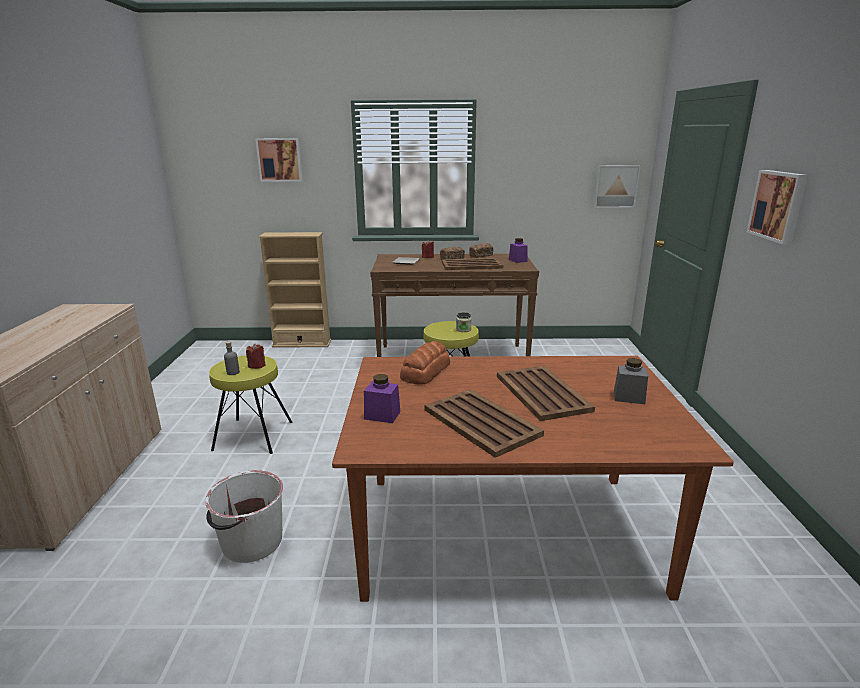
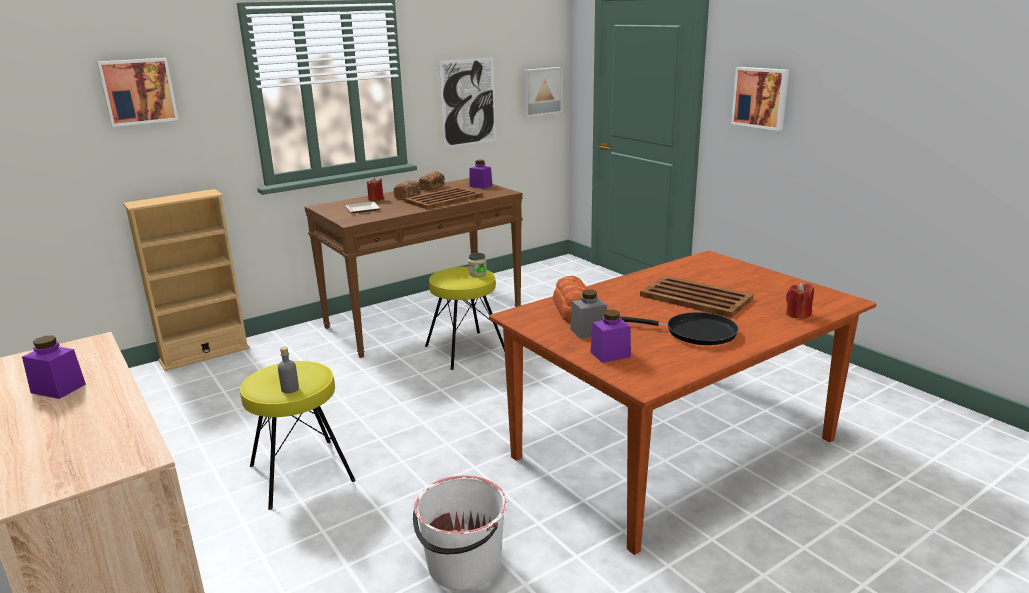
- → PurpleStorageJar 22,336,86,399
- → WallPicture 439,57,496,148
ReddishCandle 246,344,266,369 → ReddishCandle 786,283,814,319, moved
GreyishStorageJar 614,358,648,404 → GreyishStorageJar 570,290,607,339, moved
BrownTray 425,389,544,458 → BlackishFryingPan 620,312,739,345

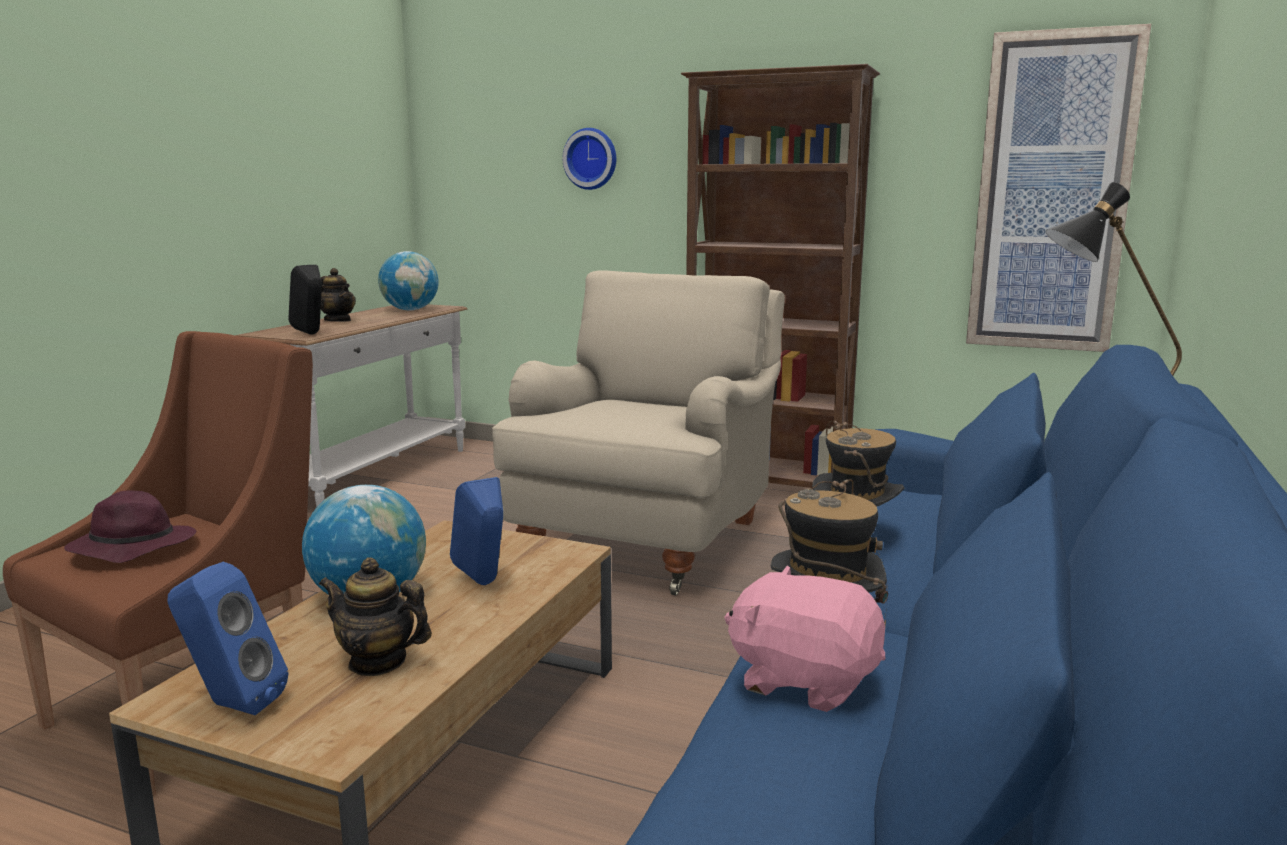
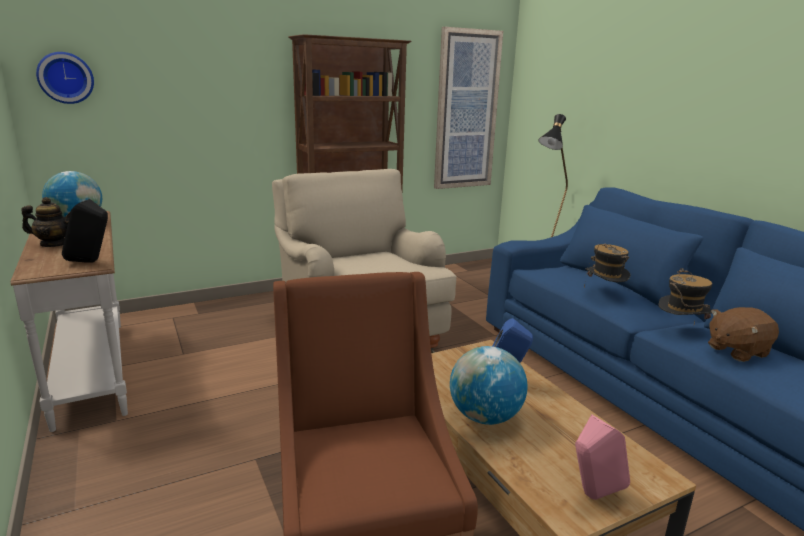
PurpleClothingHat 64,490,196,563 → -
TeaPot 319,557,432,676 → -
WallClock 562,128,616,190 → WallClock 36,52,94,104, moved
BluishSpeaker 167,562,288,715 → PinkSpeaker 575,414,630,500
PinkCuddlyToy 724,565,885,712 → BrownCuddlyToy 708,307,779,362

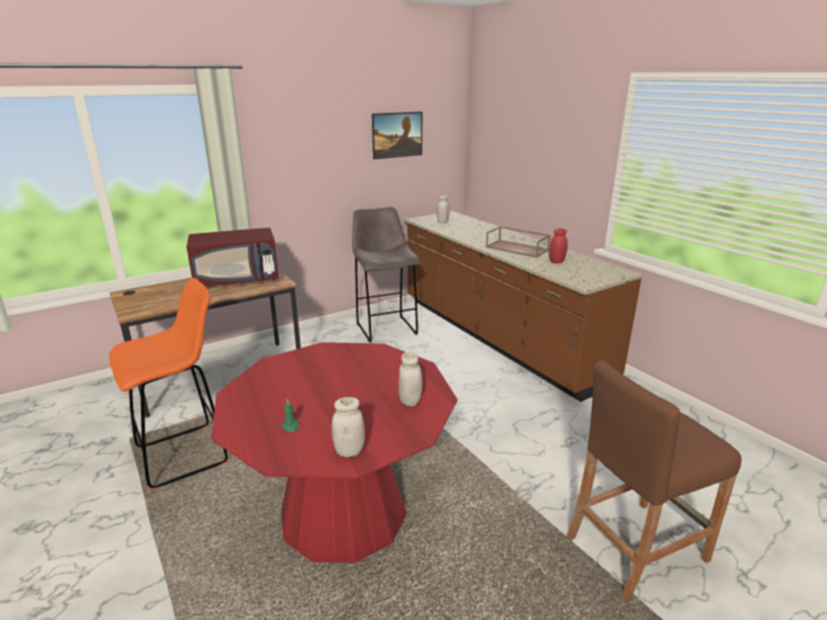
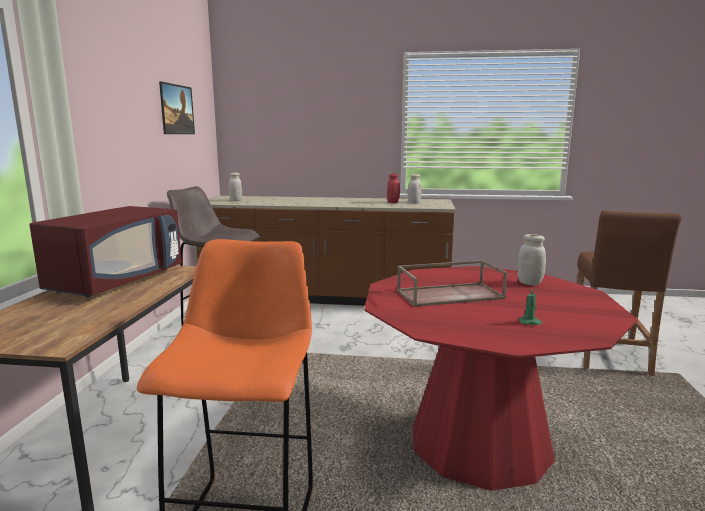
WhiteStorageJar 332,397,365,457 → WhiteStorageJar 408,174,421,204, moved
BrownTray 486,226,551,258 → BrownTray 397,260,507,307, moved

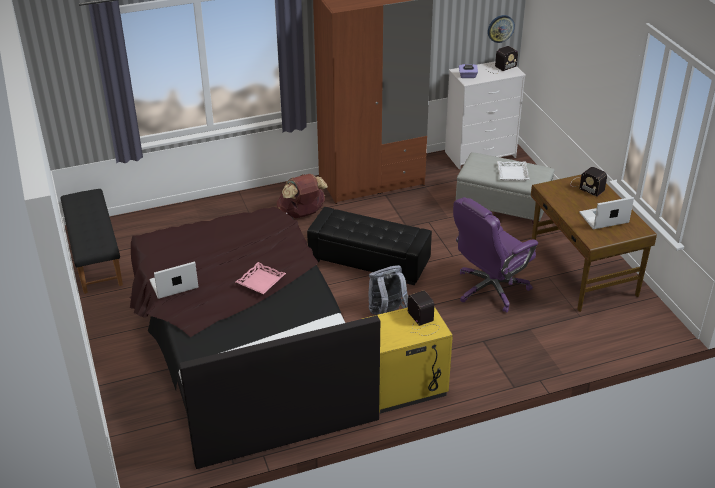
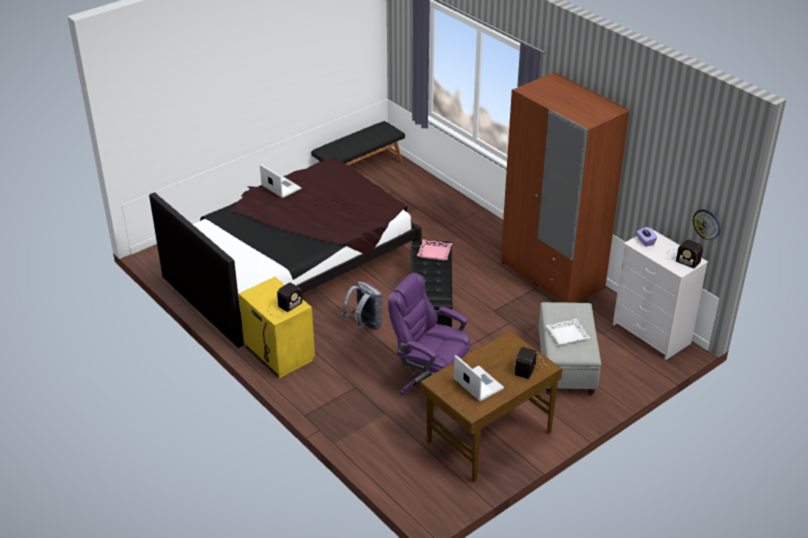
BrownKnapsack 277,174,328,218 → -
PinkTray 236,262,286,294 → PinkTray 417,240,452,261, moved

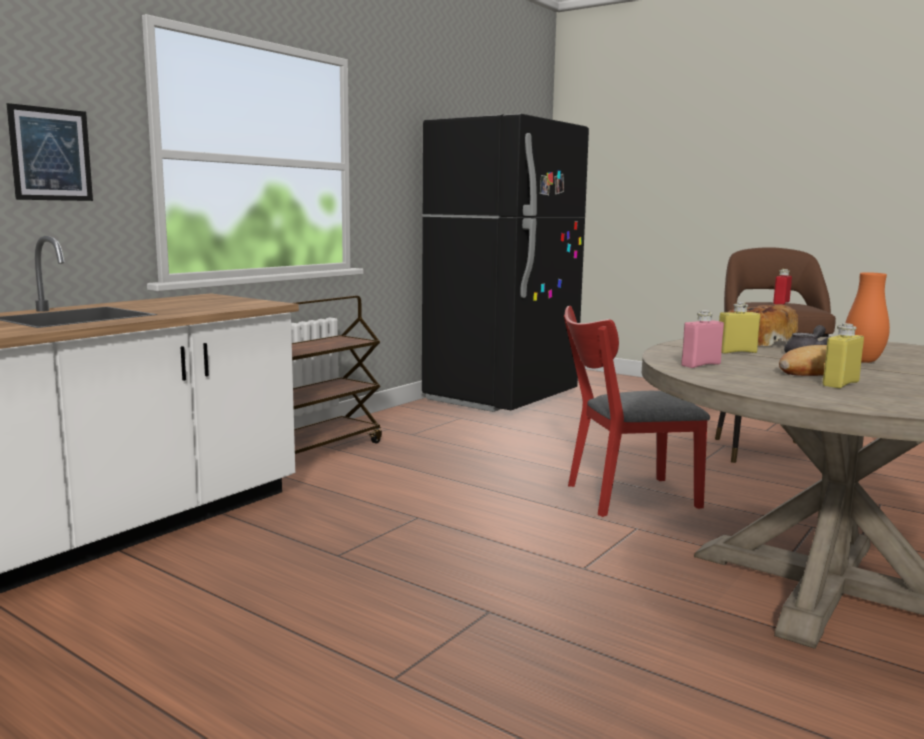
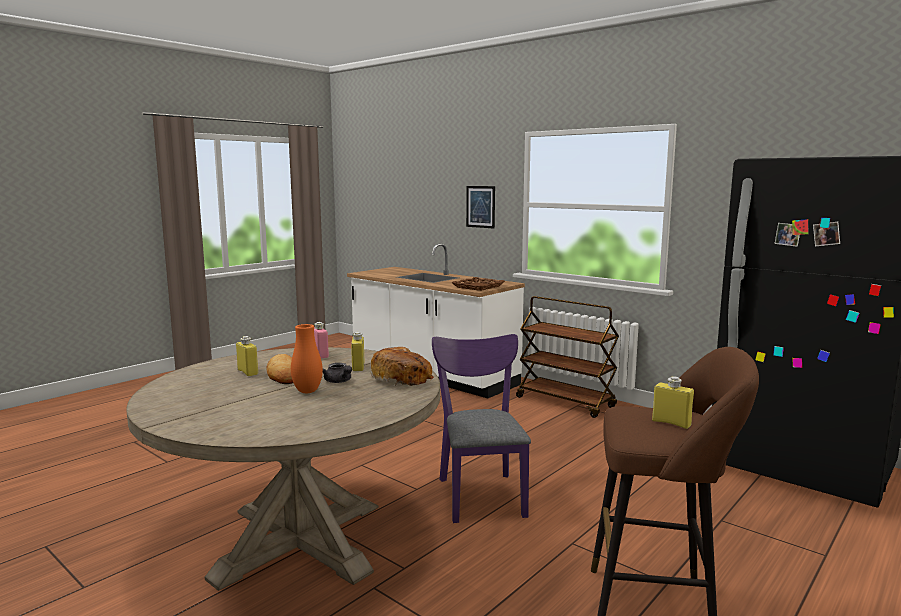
- → BrownTray 451,277,505,291
ReddishChair 564,306,710,517 → PurpleChair 432,334,531,523
ReddishBeverageBottle 773,269,792,304 → YellowishBeverageBottle 652,376,694,429

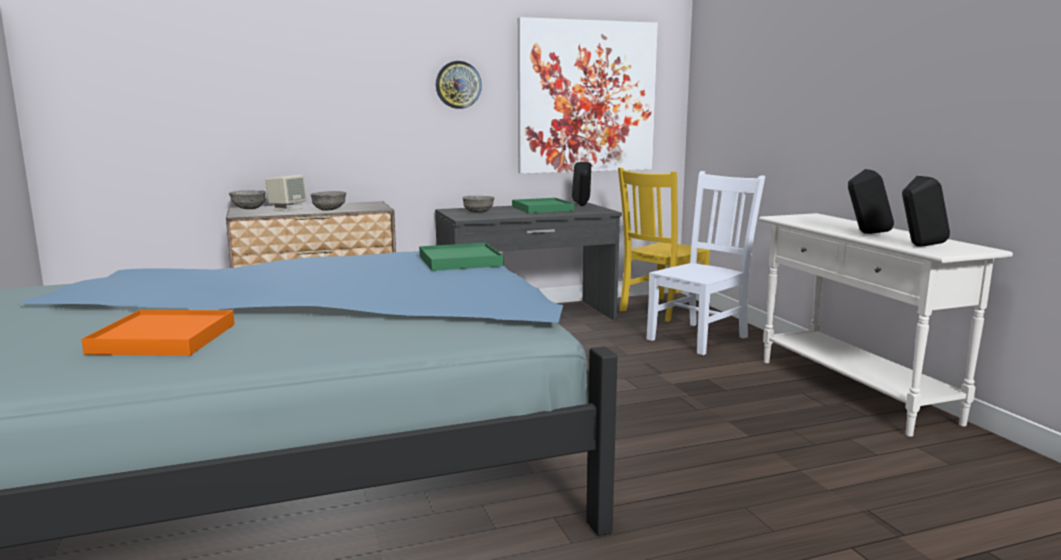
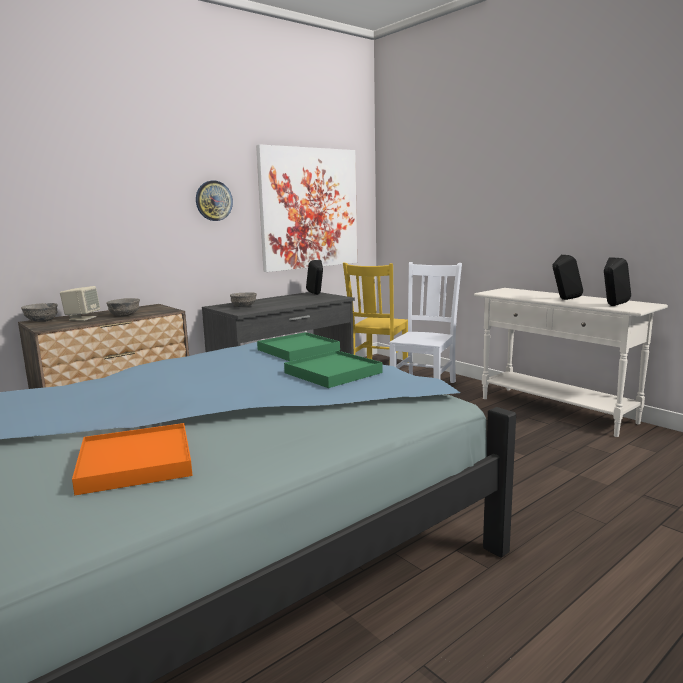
GreenishTray 512,198,574,213 → GreenishTray 284,350,383,388, moved

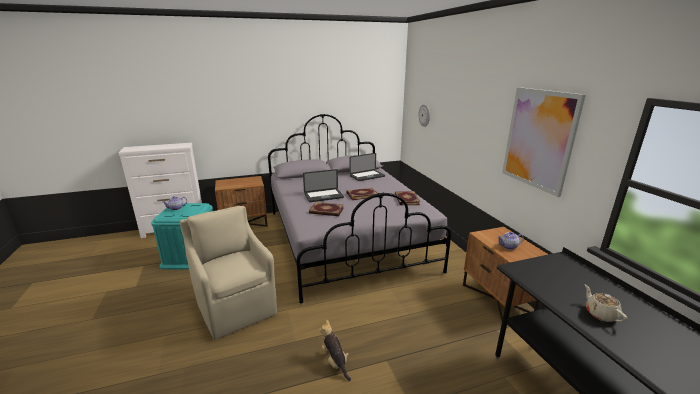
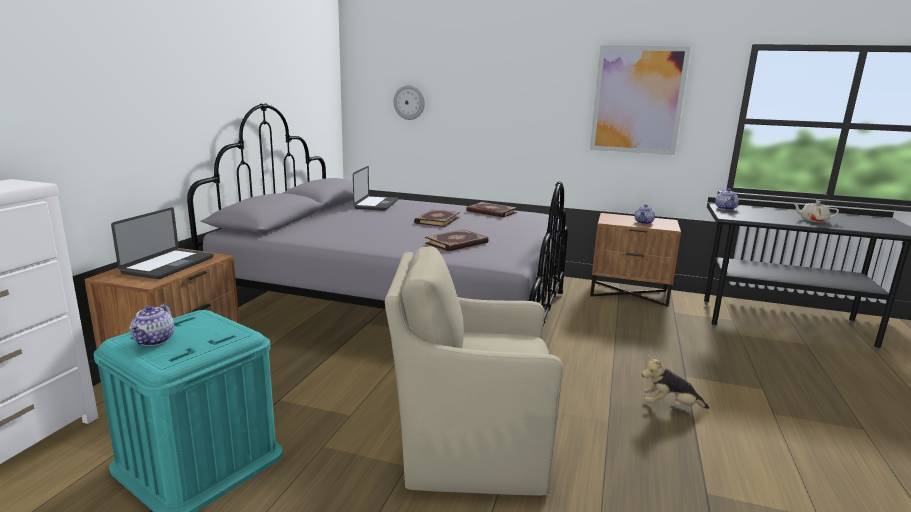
- → TeaPot 715,188,739,210
Laptop 303,169,344,202 → Laptop 111,207,214,279, moved

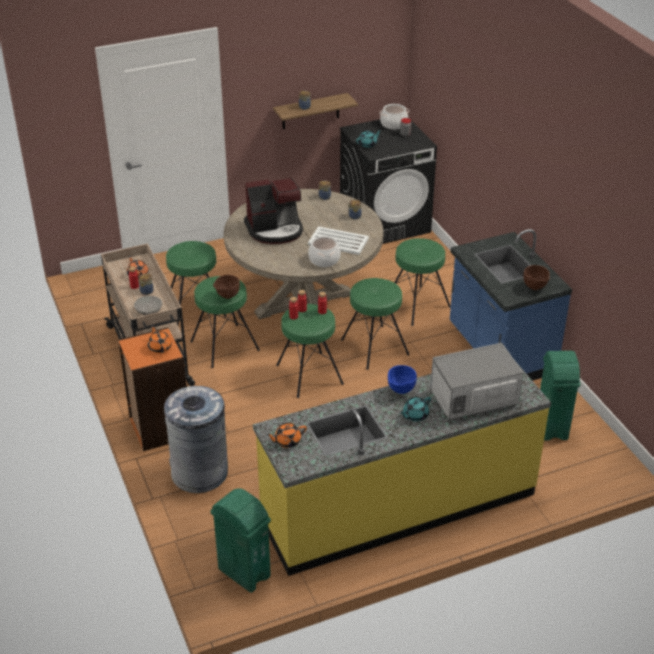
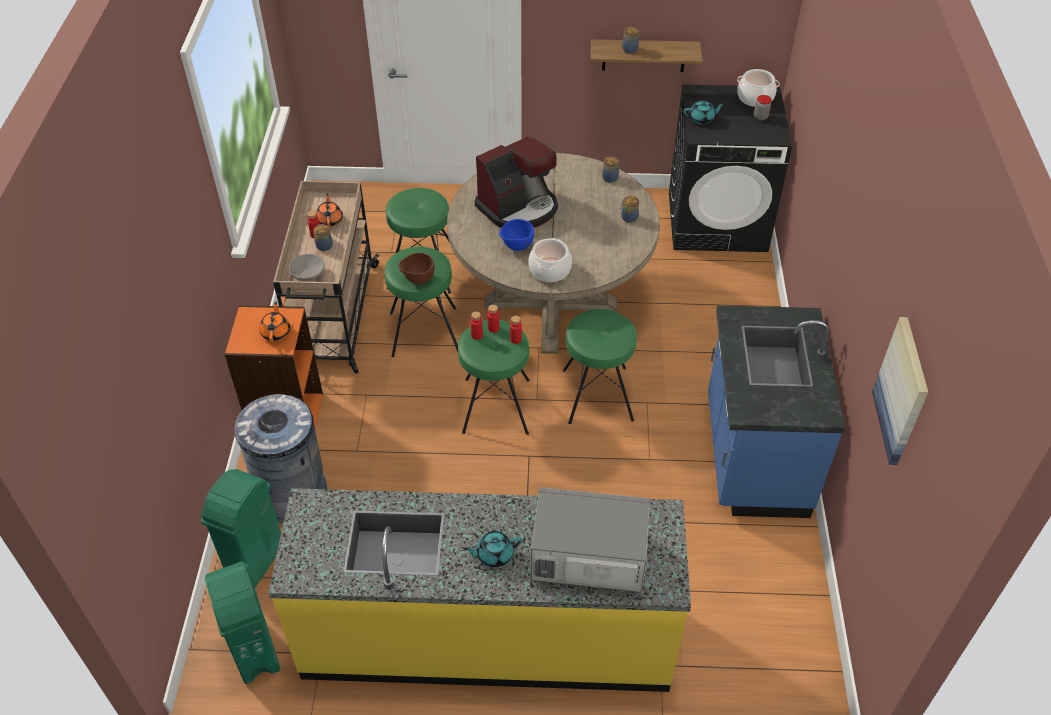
OrangeColouredTeaPot 266,423,307,448 → -
WhiteTray 308,226,369,255 → -
GreenishStoolSeat 394,238,451,326 → -
BrownDeepDish 524,265,550,290 → -
- → WallPicture 872,317,928,465
BluishDeepDish 388,365,417,394 → BluishDeepDish 499,219,534,251, moved
GreenishTrashCan 540,351,580,440 → GreenishTrashCan 201,469,281,587, moved
CoffeeBrewer 244,178,303,244 → CoffeeBrewer 475,136,558,228, 45 degrees counterclockwise

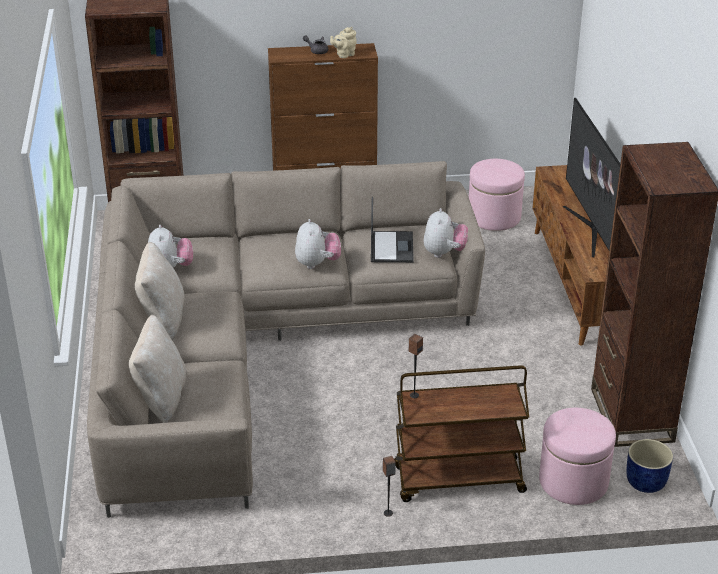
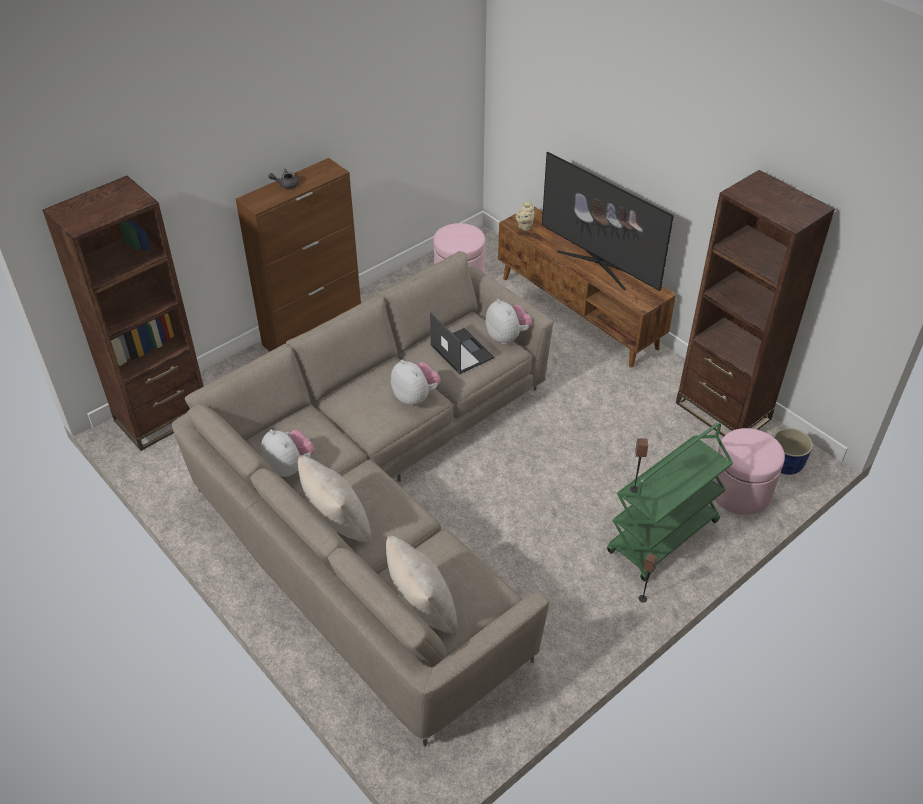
SandColouredTeaPot 330,27,357,58 → SandColouredTeaPot 516,201,534,231, moved
BrownTrolley 394,365,529,502 → GreenishTrolley 607,422,733,581

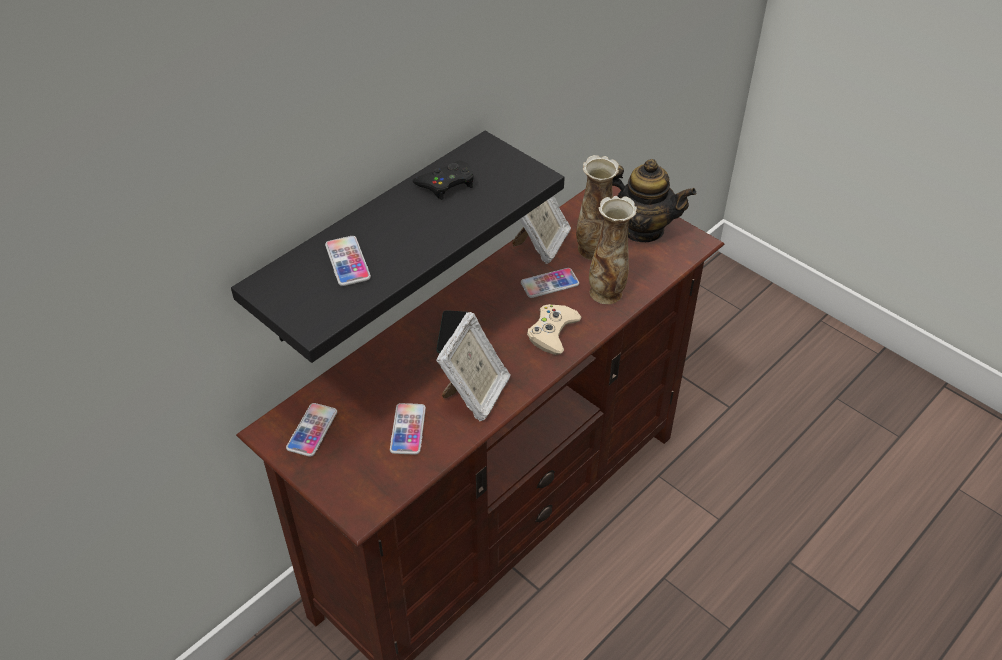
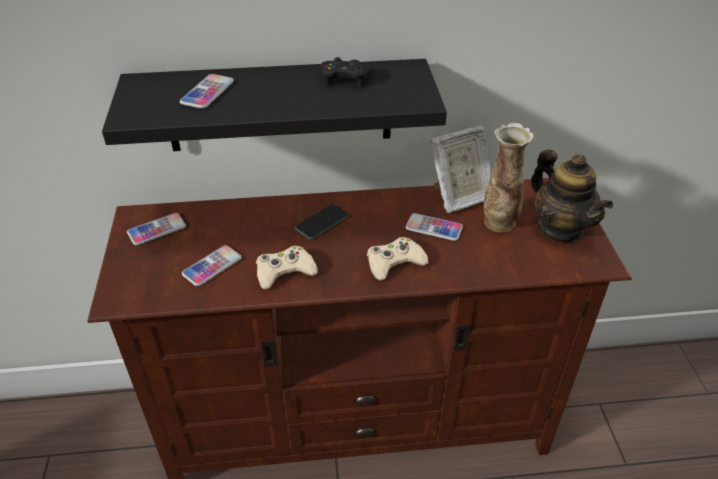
Vase 589,196,637,304 → -
StandingFrame 436,312,511,421 → SandColouredGamepad 256,246,318,289

